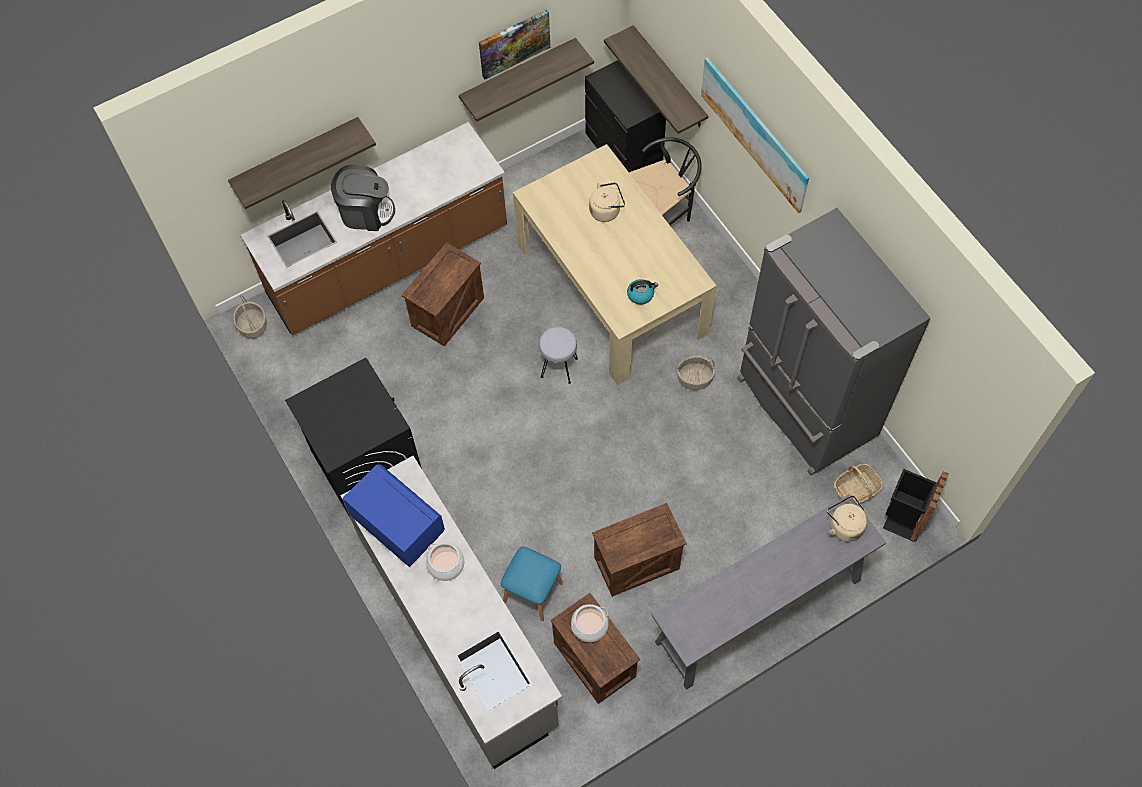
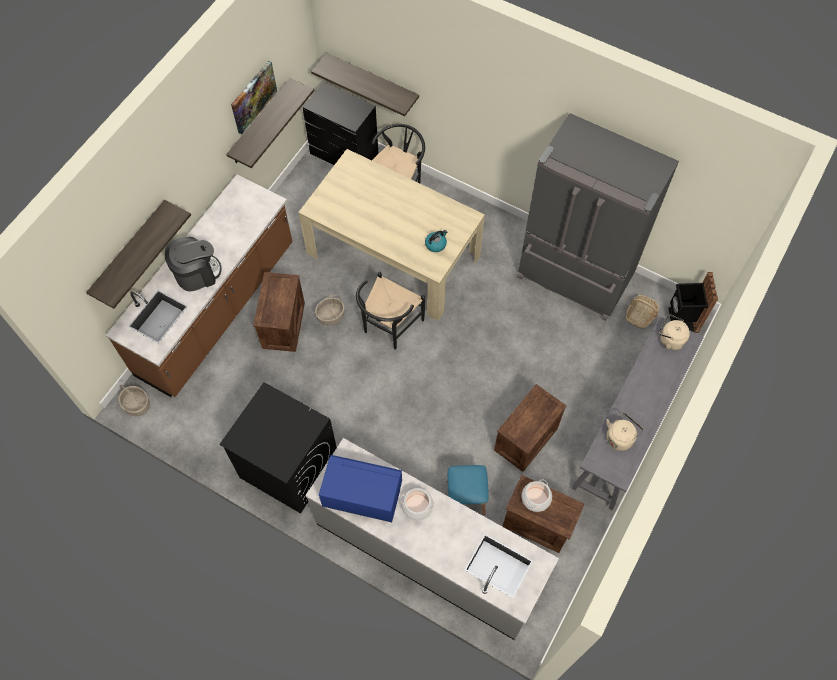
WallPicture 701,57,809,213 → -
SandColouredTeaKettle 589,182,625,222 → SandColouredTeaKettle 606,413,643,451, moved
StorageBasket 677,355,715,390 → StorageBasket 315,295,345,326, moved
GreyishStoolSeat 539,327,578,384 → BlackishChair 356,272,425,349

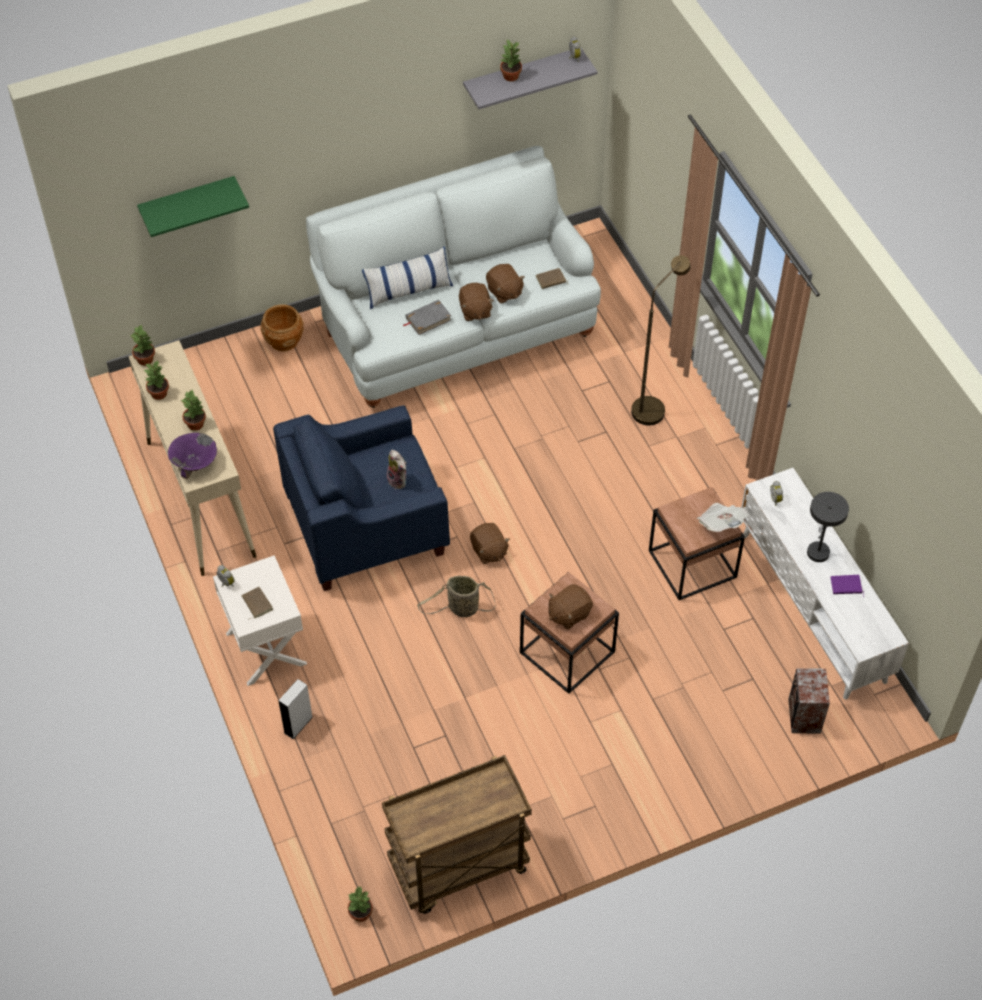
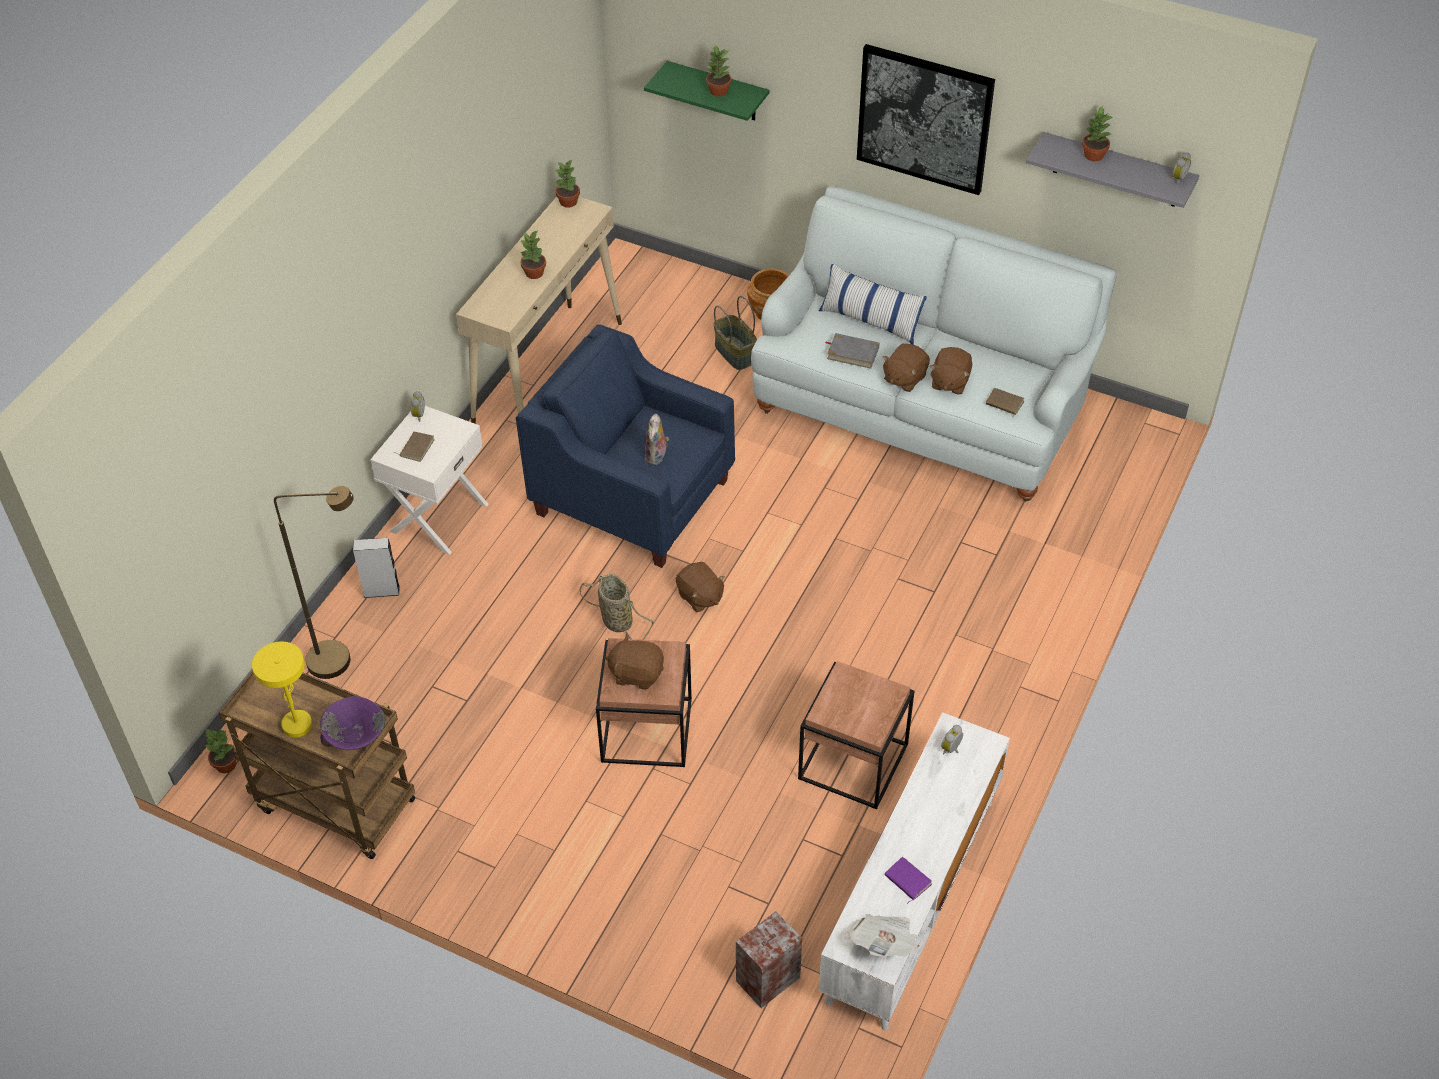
GreyishTableLamp 807,492,849,562 → -
- → YellowishTableLamp 252,642,312,738
- → StorageBasket 714,296,757,370
- → WallPicture 857,44,995,195
PottedPlant 143,361,169,400 → PottedPlant 706,46,731,97, moved
PurpleDeepDish 168,433,217,479 → PurpleDeepDish 320,696,385,750, moved
BrownStandardLamp 631,255,691,425 → BrownStandardLamp 274,486,354,679, moved
Newspaper 697,503,749,532 → Newspaper 849,914,919,957, moved
BrownCuddlyToy 470,523,510,564 → BrownCuddlyToy 676,562,725,612, 60 degrees counterclockwise

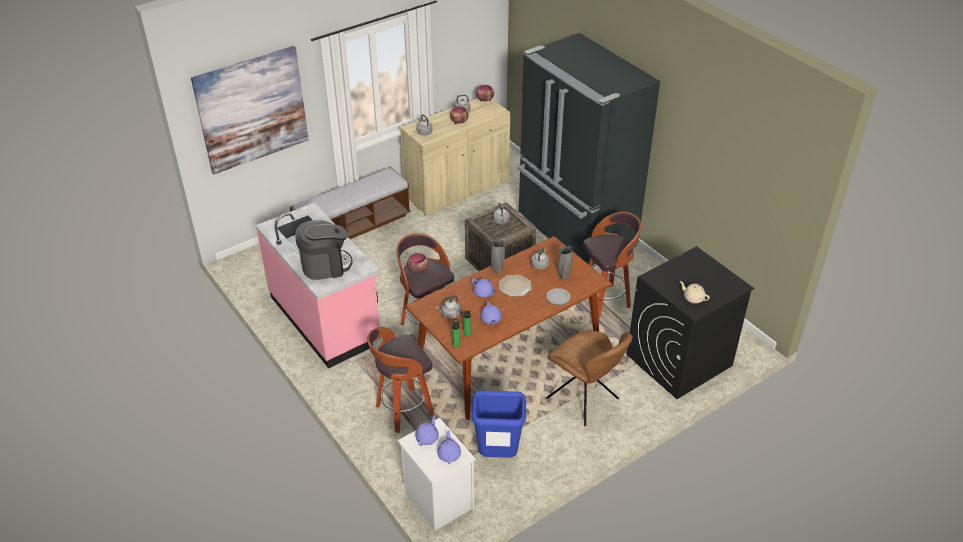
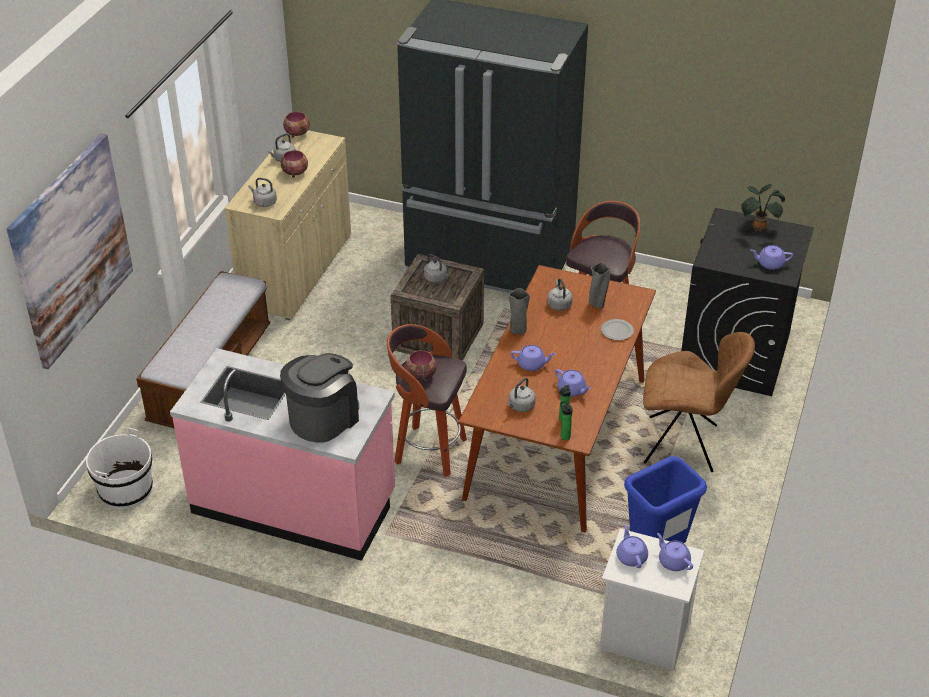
StoolSeat 367,327,434,433 → -
DinnerPlate 499,275,532,297 → -
- → WhiteBucket 86,428,153,509
- → PottedPlant 741,184,785,232
SandColouredTeaPot 680,281,710,304 → PurpleTeaPot 751,245,793,270

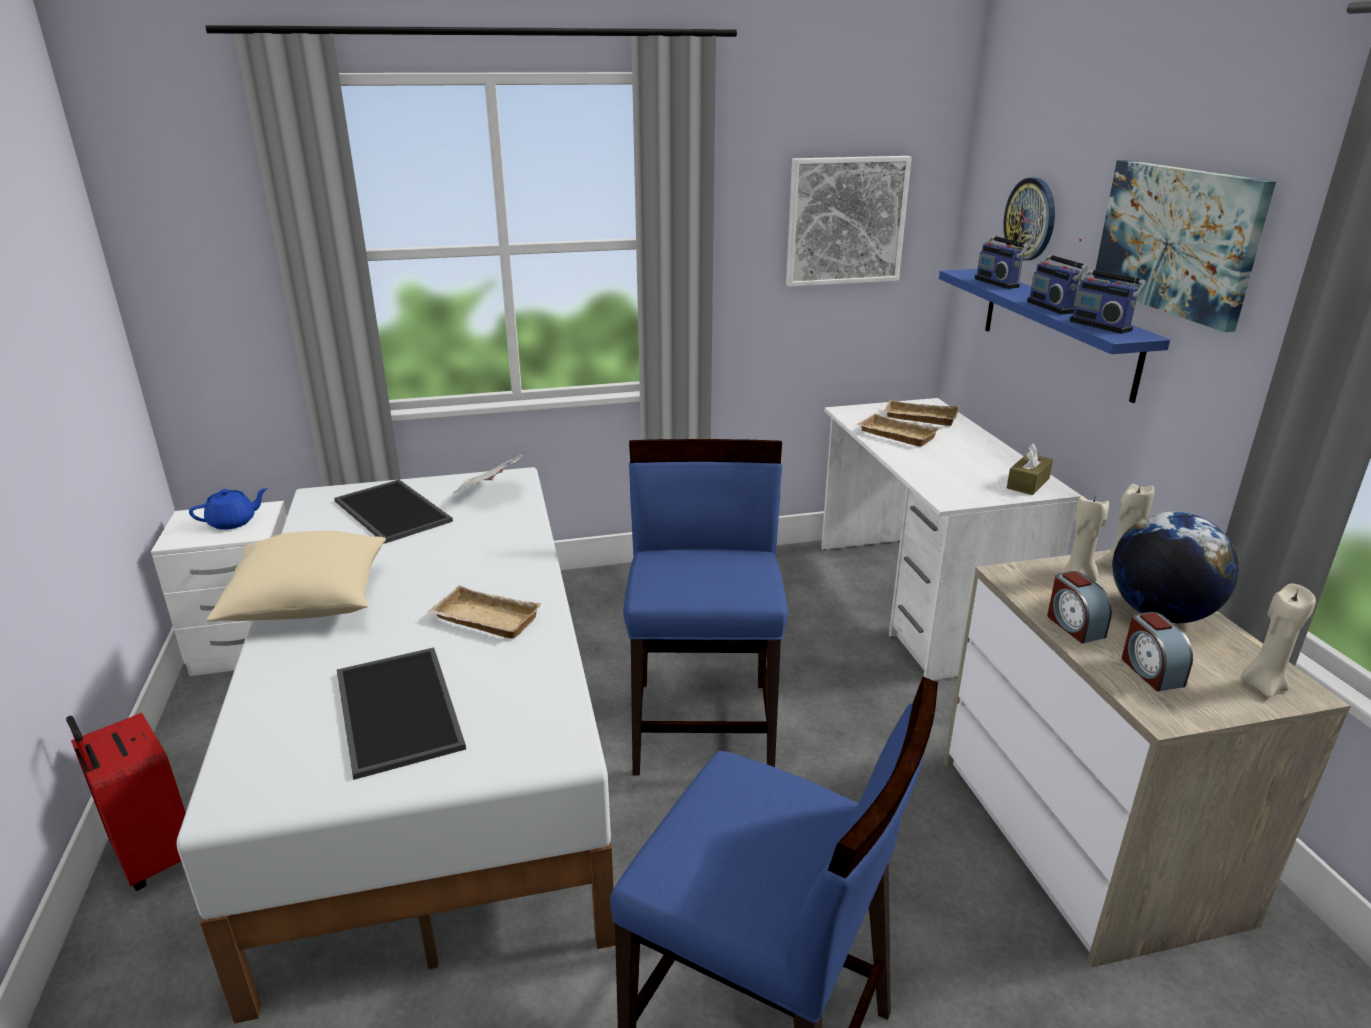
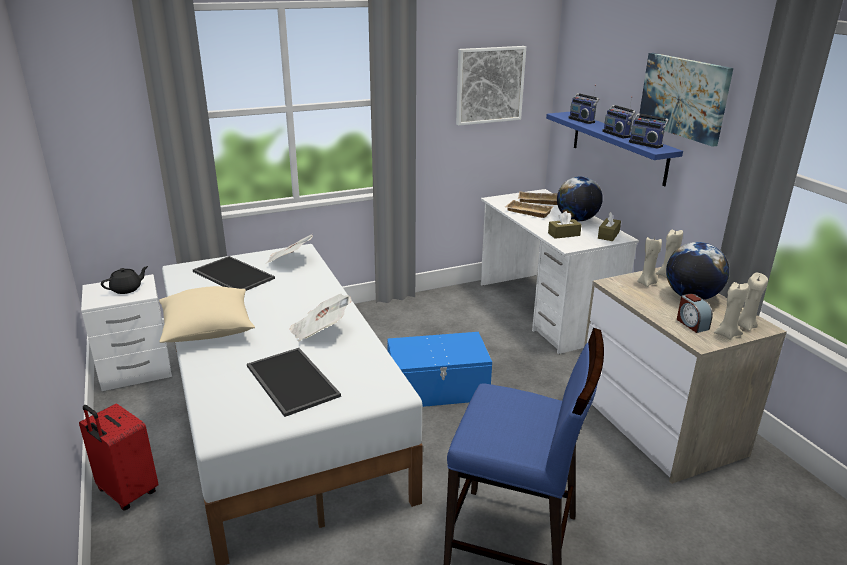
WallClock 1003,177,1055,261 → -
AlarmClock 1047,571,1112,644 → -
- → BrownBoxOfTissues 548,211,582,239
- → Globe 557,176,603,221
- → SandColouredCandle 714,282,749,340
SandColouredTray 428,585,542,639 → Newspaper 289,294,351,341
BluishChair 623,439,788,775 → BluishStorageContainer 387,332,492,407
BluishTeaPot 189,488,268,530 → BlackishTeaPot 101,266,148,294

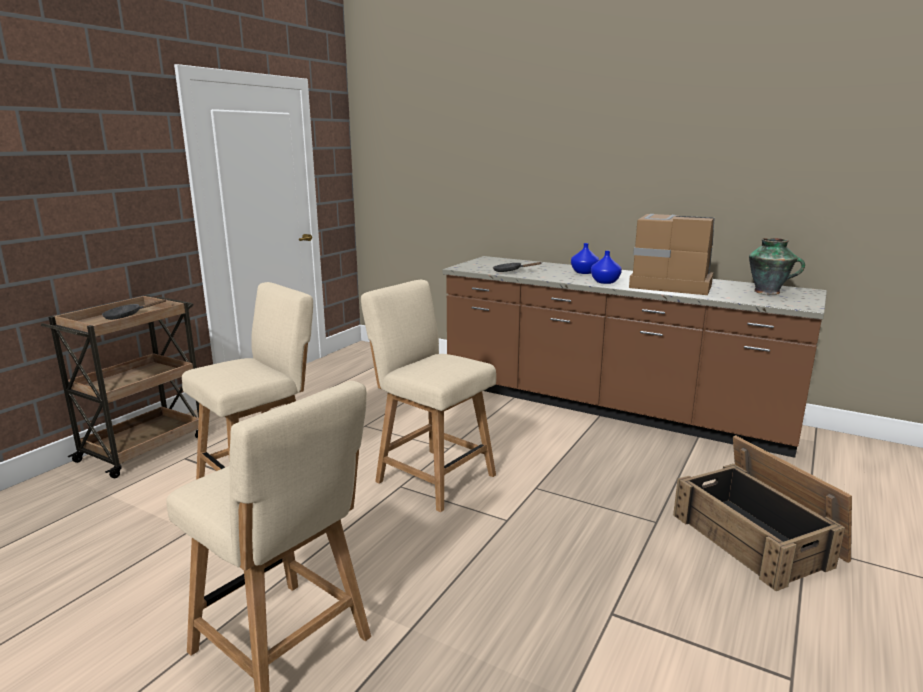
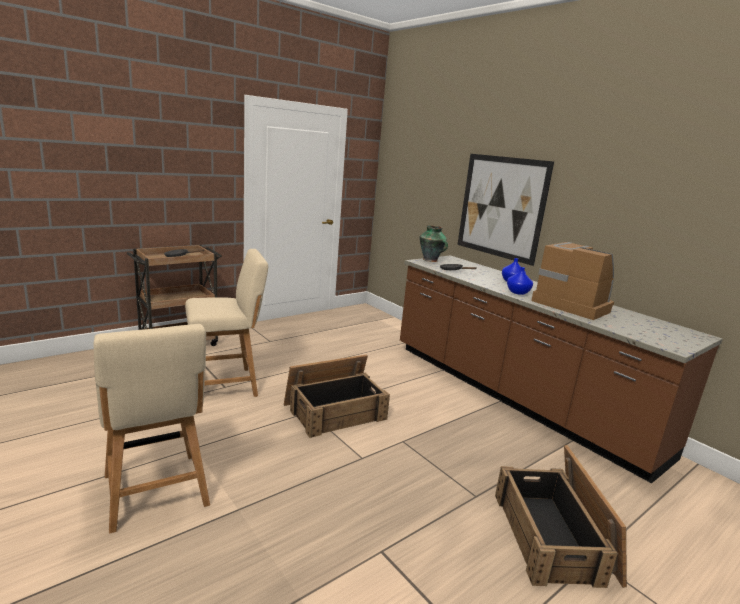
- → WallPicture 457,154,554,266
Vase 749,238,805,295 → Vase 420,225,448,262, moved
SandColouredChair 361,280,496,512 → ShippingCrate 284,355,390,438

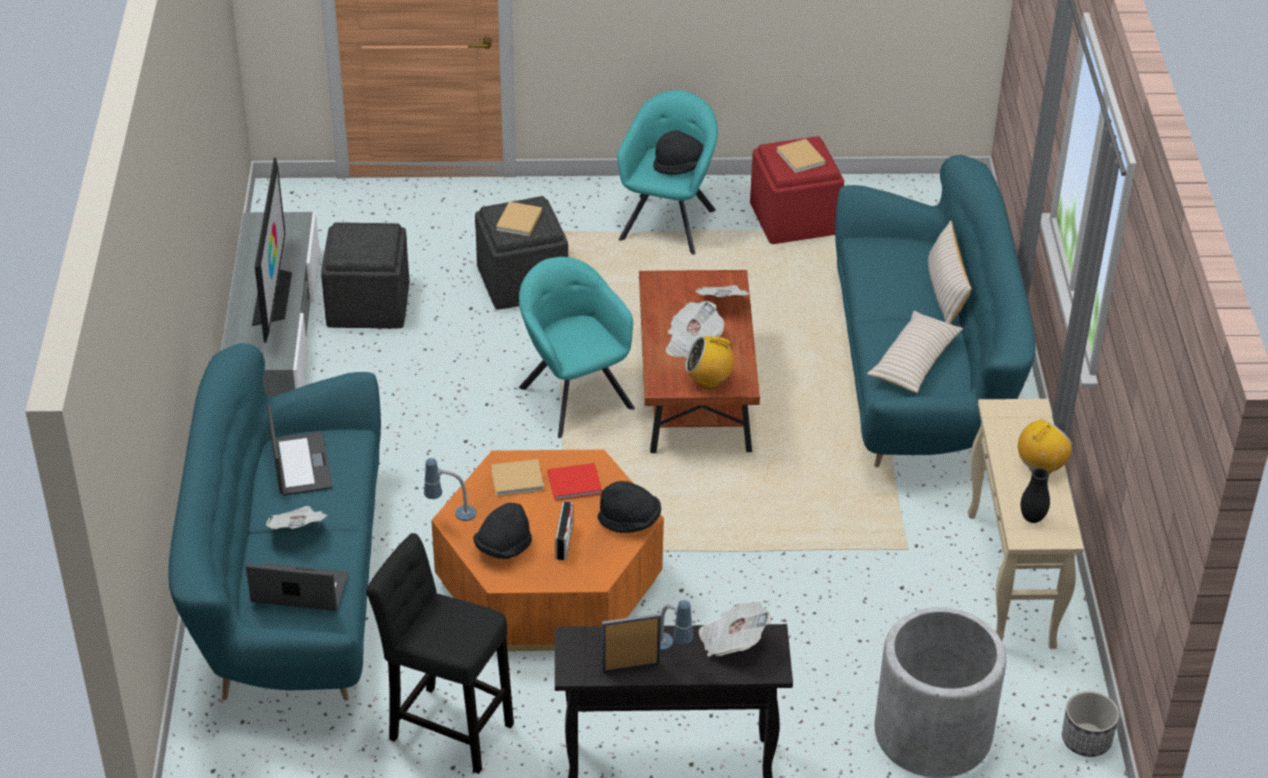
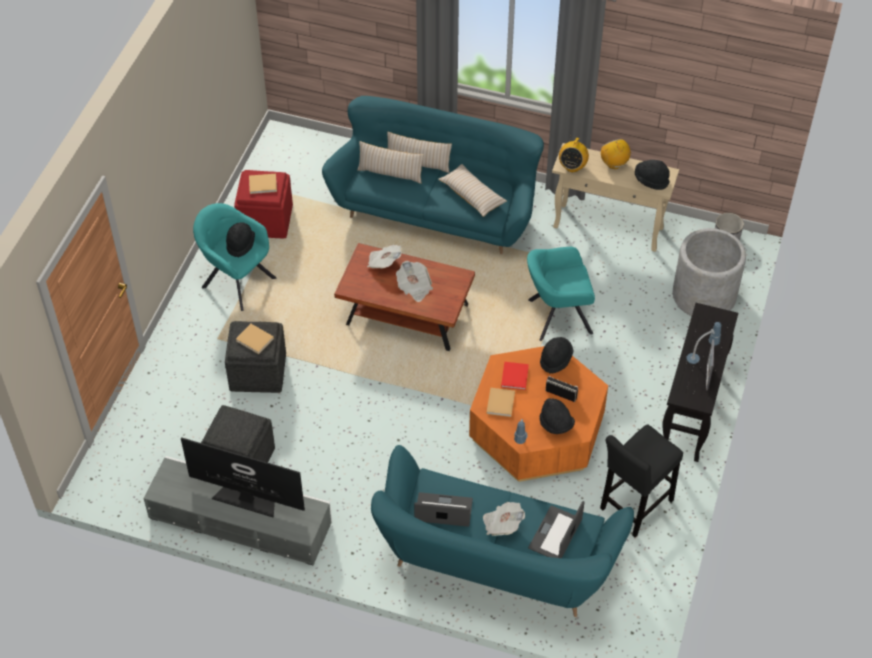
Newspaper 698,602,771,657 → -
- → SandColouredThrowPillow 357,141,424,184
TurquoiseLoungeChair 519,257,635,438 → TurquoiseLoungeChair 527,247,595,341, moved
RadioSet 685,336,734,389 → RadioSet 559,138,589,172, moved
BlackishVase 1020,468,1050,523 → BlackishClothingHat 635,160,670,190

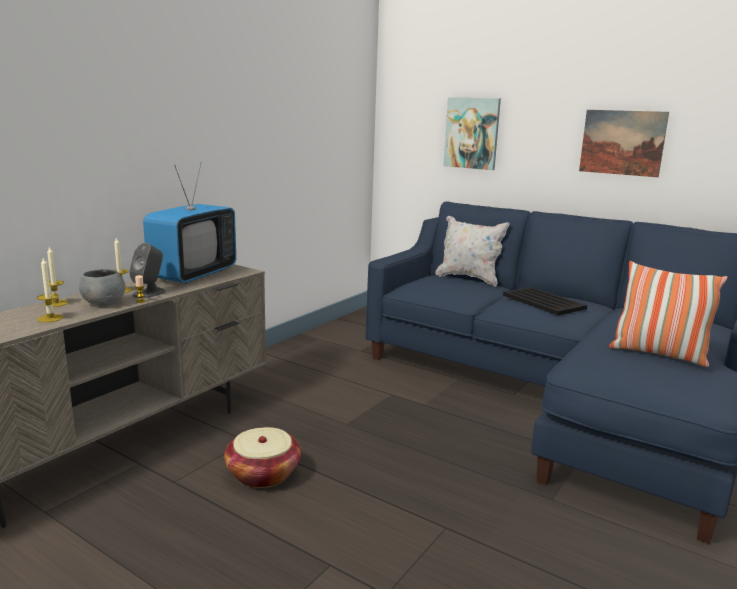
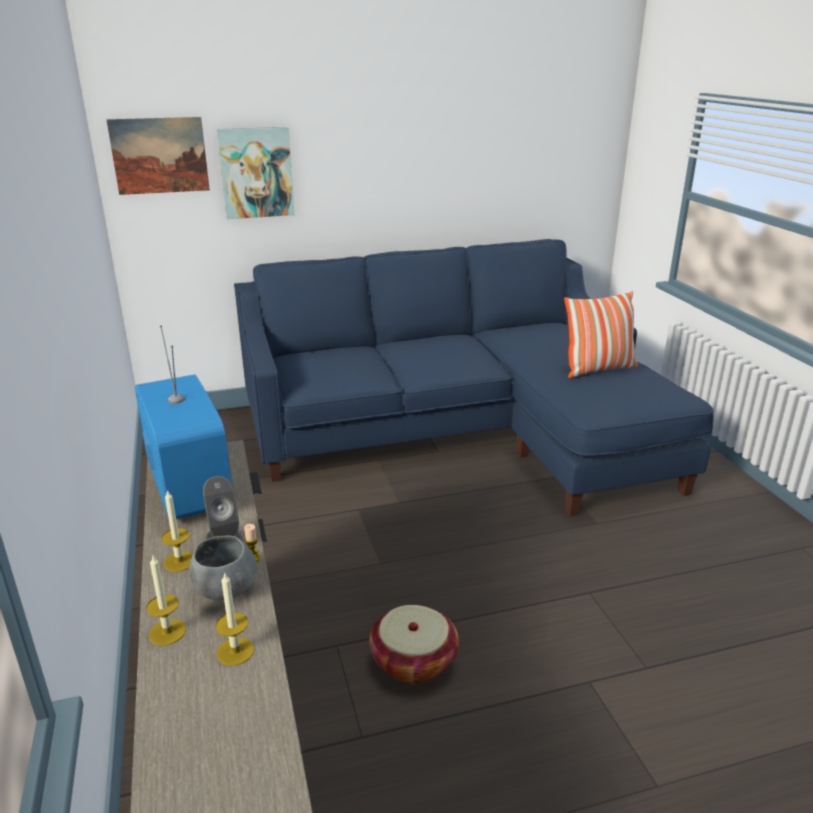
WhiteThrowPillow 435,216,509,286 → -
BlackishTray 503,287,587,315 → -
WallPicture 579,110,669,177 → WallPicture 106,117,210,195, moved

